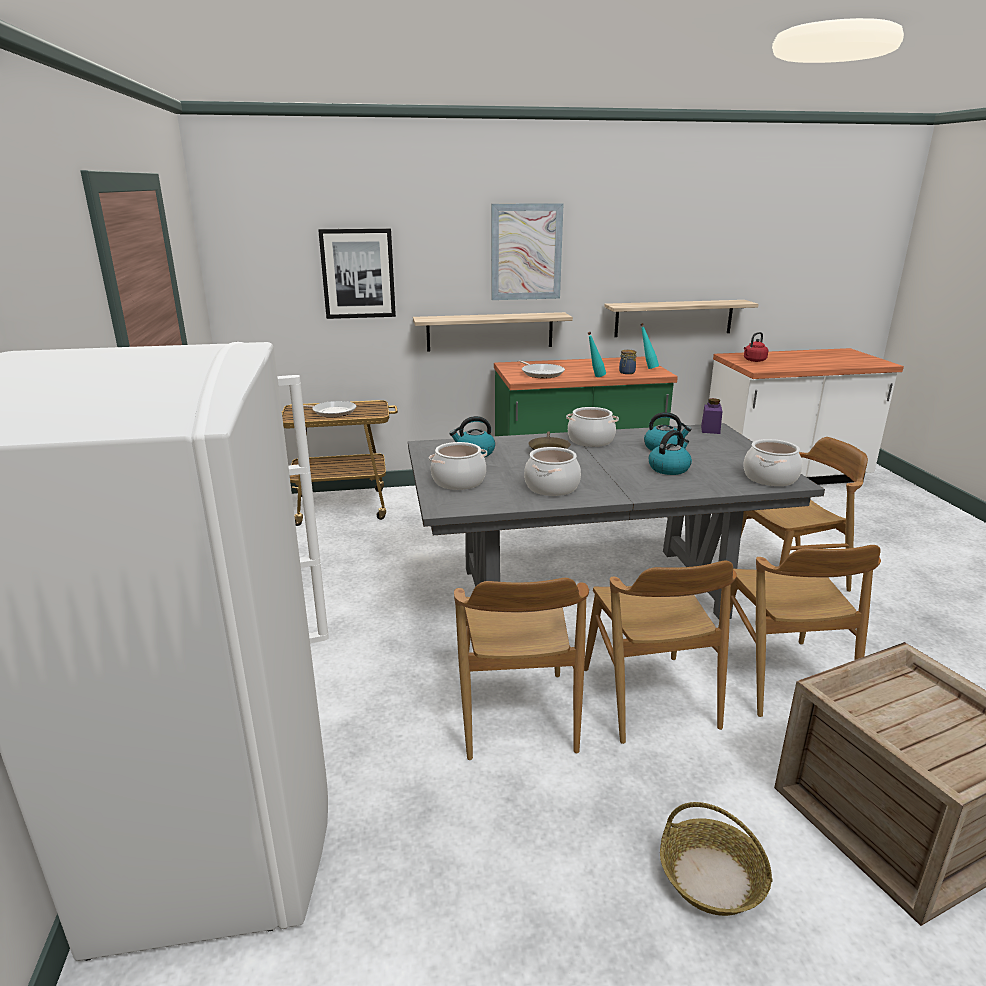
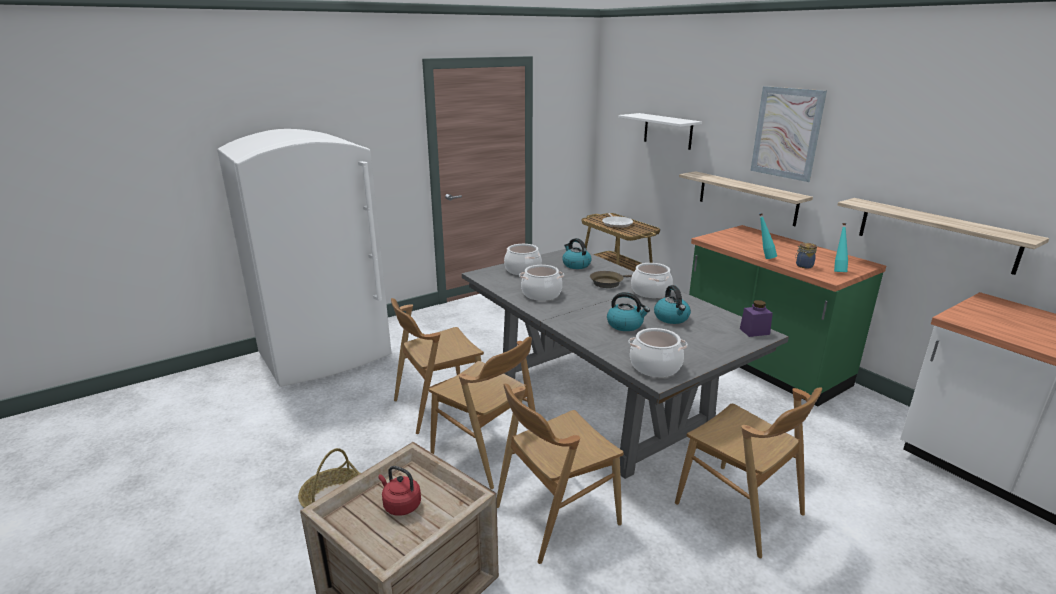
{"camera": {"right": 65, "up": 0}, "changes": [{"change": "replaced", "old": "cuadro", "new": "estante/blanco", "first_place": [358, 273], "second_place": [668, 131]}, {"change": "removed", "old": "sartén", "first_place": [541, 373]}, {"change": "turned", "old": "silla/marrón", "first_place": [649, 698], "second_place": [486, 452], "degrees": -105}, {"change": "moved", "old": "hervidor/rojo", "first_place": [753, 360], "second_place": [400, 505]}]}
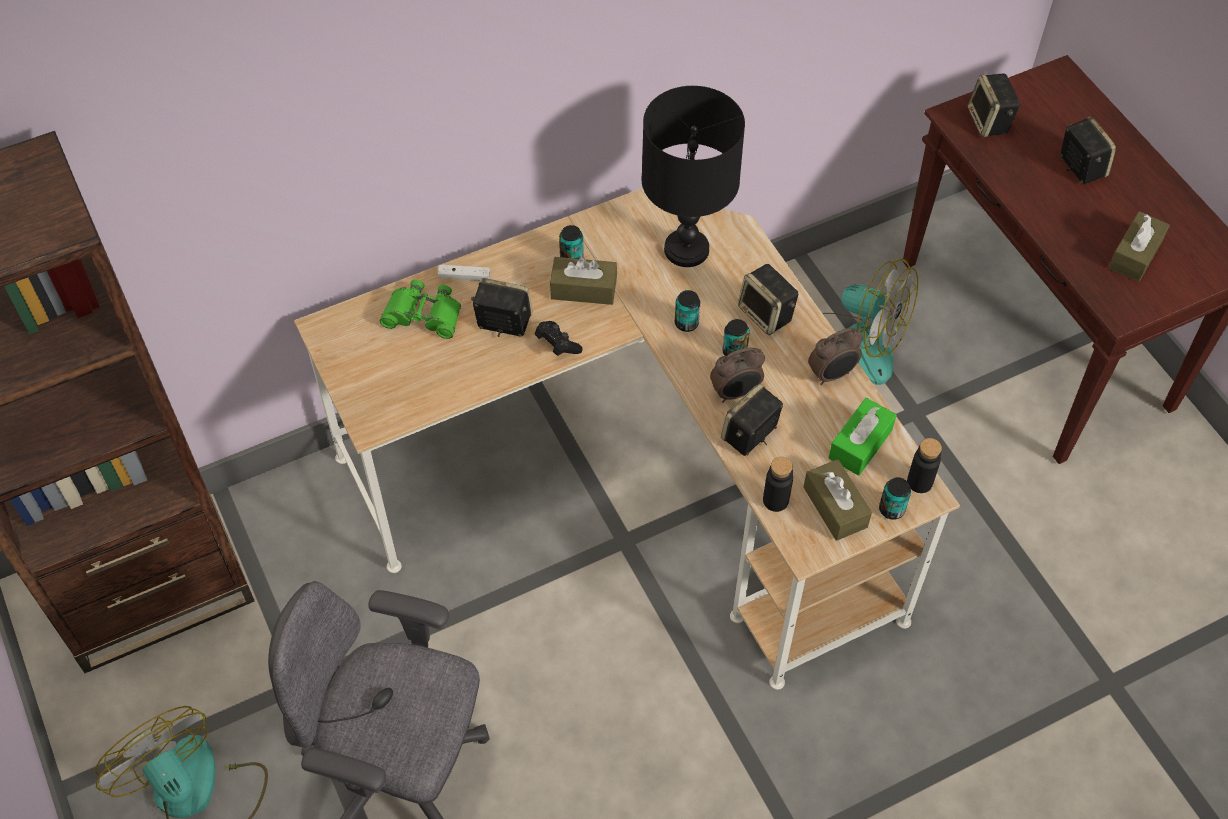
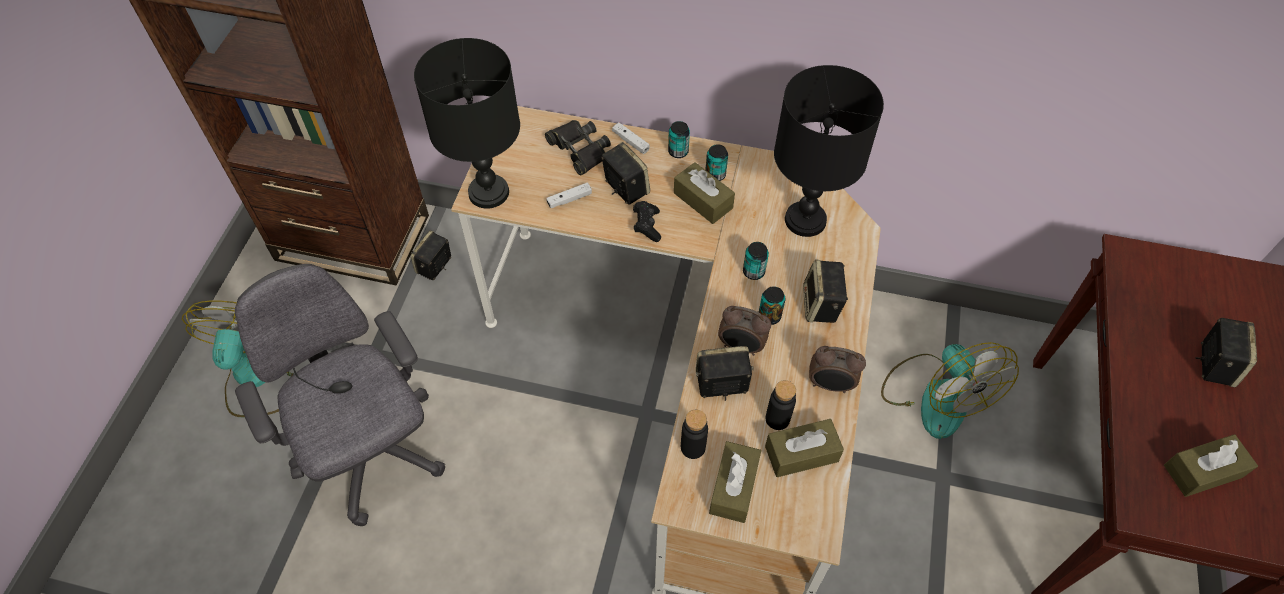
{"camera": {"right": 40, "up": 0}, "changes": [{"change": "recoloured", "old": "prismáticos/verde", "new": "prismáticos/negro", "first_place": [423, 315], "second_place": [579, 150]}, {"change": "recoloured", "old": "caja de pañuelos/verde", "new": "caja de pañuelos/marrón", "first_place": [860, 444], "second_place": [801, 454]}, {"change": "moved", "old": "lata", "first_place": [891, 509], "second_place": [678, 151]}, {"change": "moved", "old": "botella/negro", "first_place": [919, 482], "second_place": [777, 419]}, {"change": "moved", "old": "altavoz", "first_place": [989, 122], "second_place": [434, 267]}, {"change": "added", "new": "lámpara de mesa/negro", "second_place": [488, 193]}, {"change": "added", "new": "mando de consola/blanco", "second_place": [569, 199]}]}
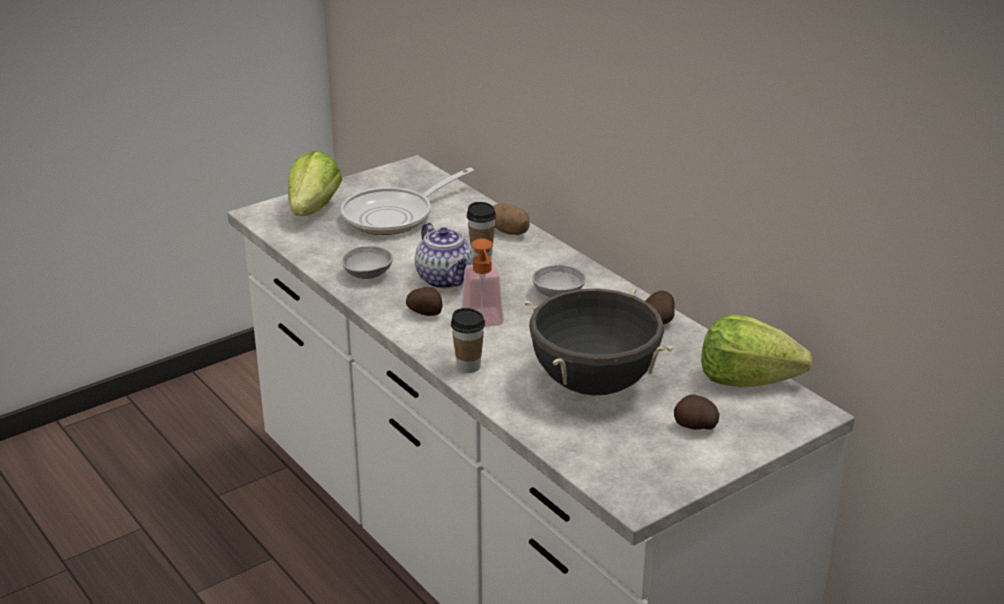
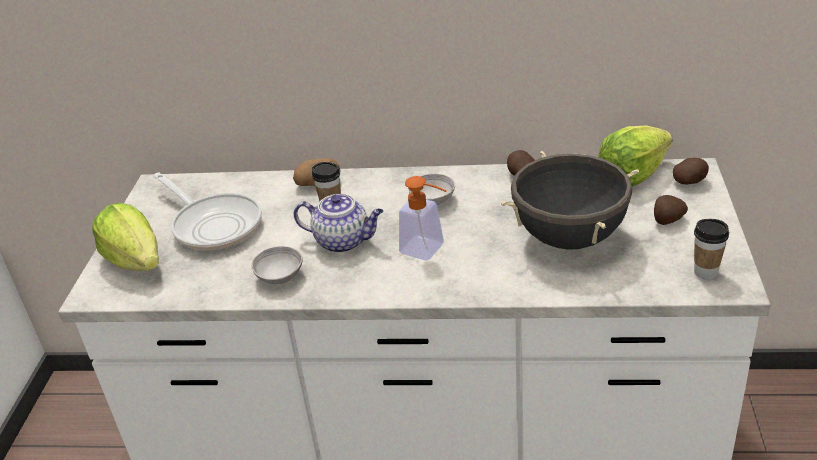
{"camera": {"right": -45, "up": 5}, "changes": [{"change": "turned", "old": "sartén", "first_place": [394, 216], "second_place": [214, 225], "degrees": -45}, {"change": "moved", "old": "patata", "first_place": [425, 313], "second_place": [689, 182]}, {"change": "moved", "old": "taza", "first_place": [468, 366], "second_place": [705, 272]}]}
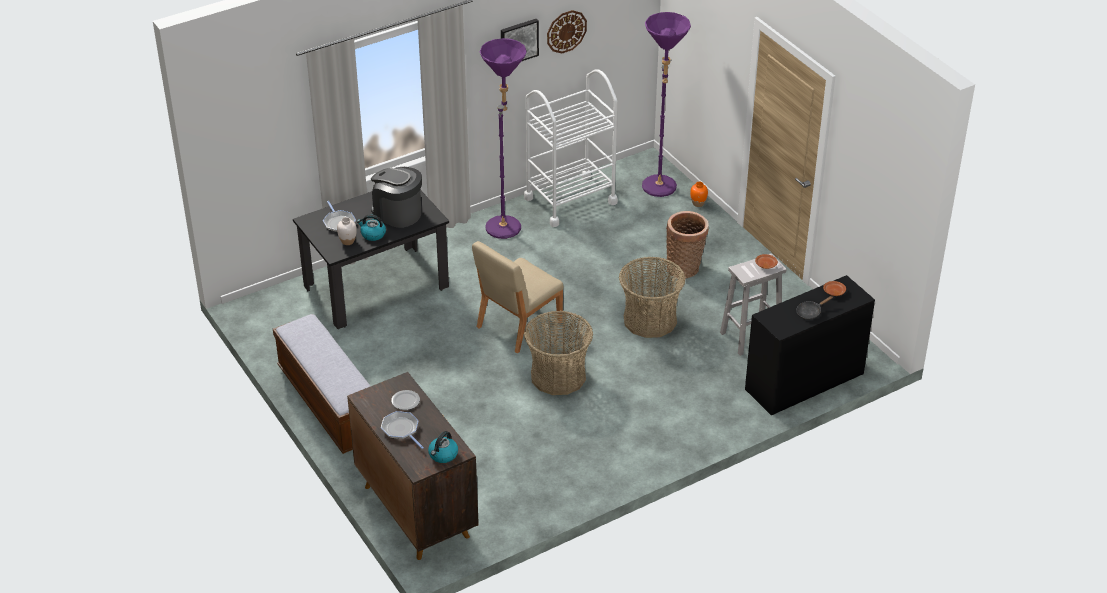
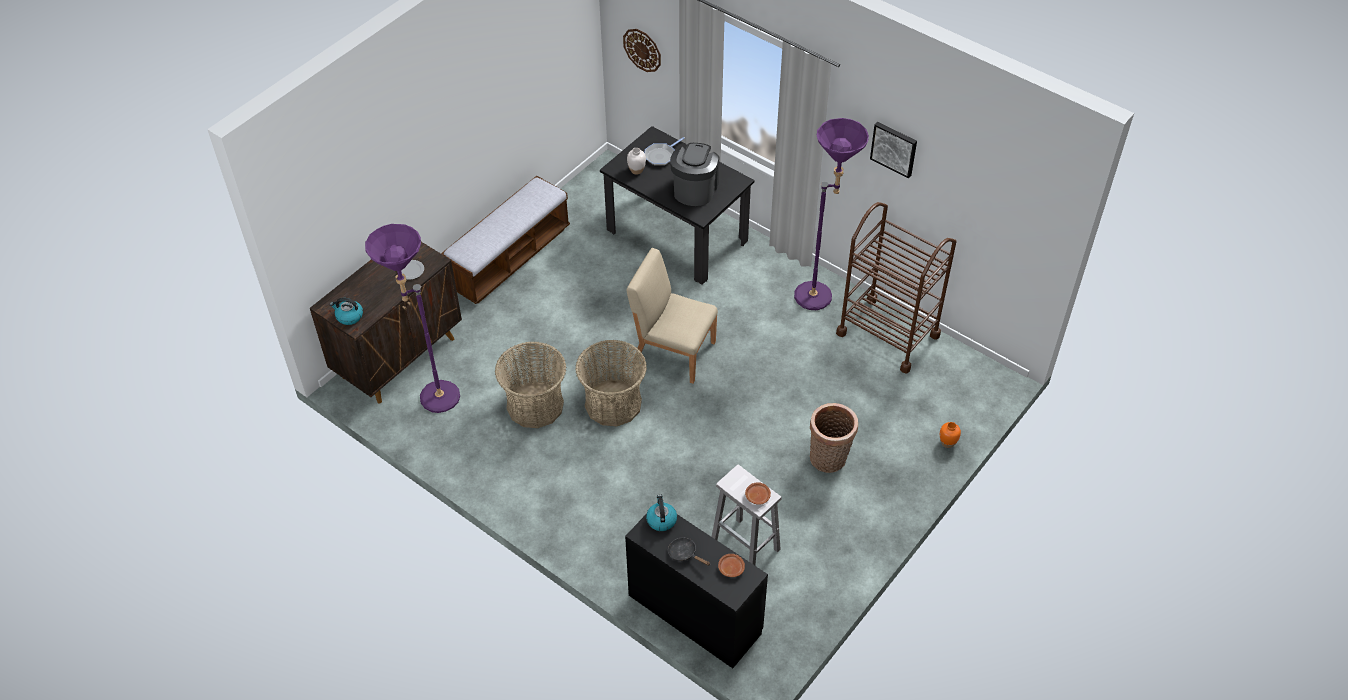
{"camera": {"right": 70, "up": 10}, "changes": [{"change": "moved", "old": "hervidor", "first_place": [372, 234], "second_place": [661, 520]}, {"change": "removed", "old": "sartén", "first_place": [401, 430]}, {"change": "recoloured", "old": "carrito/blanco", "new": "carrito/marrón", "first_place": [570, 200], "second_place": [888, 334]}, {"change": "moved", "old": "reloj de pared", "first_place": [566, 31], "second_place": [642, 50]}, {"change": "moved", "old": "cesta", "first_place": [650, 320], "second_place": [535, 405]}, {"change": "moved", "old": "lámpara de pie/morado", "first_place": [659, 191], "second_place": [431, 400]}]}
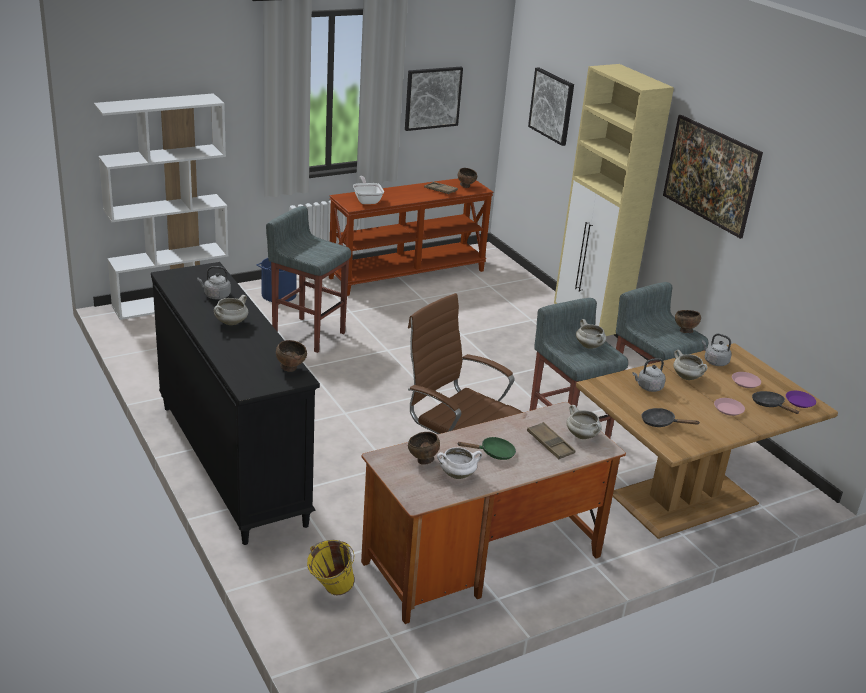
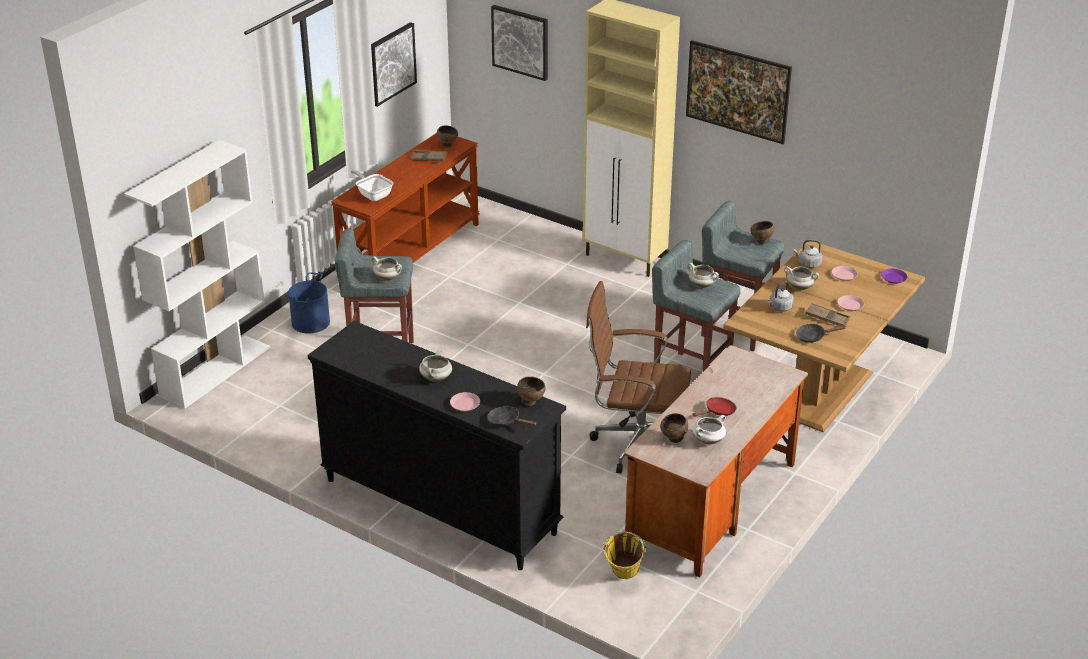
{"camera": {"right": -25, "up": 5}, "changes": [{"change": "removed", "old": "hervidor/gris", "first_place": [216, 296]}, {"change": "recoloured", "old": "sartén/verde", "new": "sartén/rojo", "first_place": [493, 453], "second_place": [717, 412]}, {"change": "moved", "old": "bandeja/marrón", "first_place": [550, 444], "second_place": [827, 318]}, {"change": "moved", "old": "olla/blanco", "first_place": [582, 436], "second_place": [388, 278]}, {"change": "moved", "old": "sartén/negro", "first_place": [770, 405], "second_place": [506, 421]}, {"change": "added", "new": "plato/rosa", "second_place": [465, 404]}]}
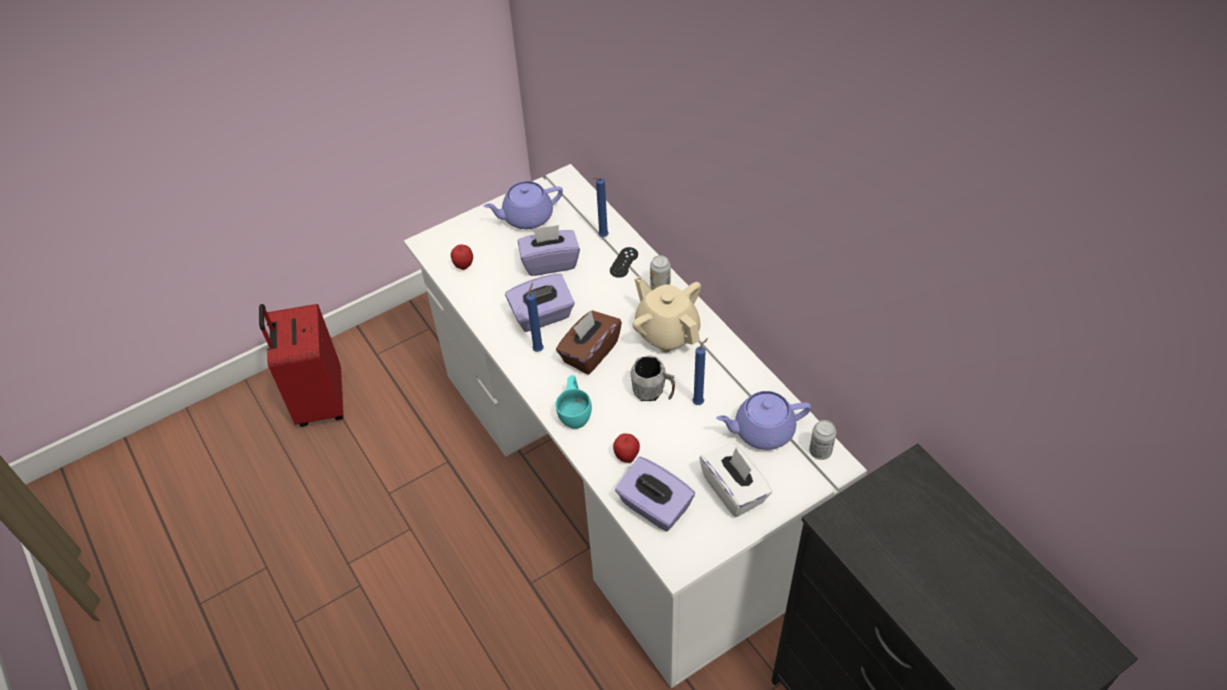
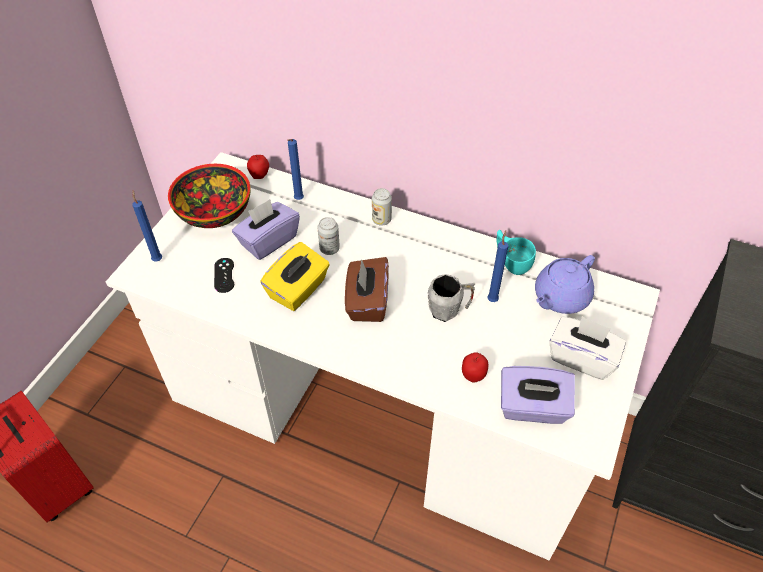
{"camera": {"right": -35, "up": 0}, "changes": [{"change": "moved", "old": "manzana", "first_place": [464, 266], "second_place": [260, 176]}, {"change": "replaced", "old": "tetera/morado", "new": "cuenco", "first_place": [526, 217], "second_place": [215, 211]}, {"change": "recoloured", "old": "caja de pañuelos/morado", "new": "caja de pañuelos/amarillo", "first_place": [542, 316], "second_place": [298, 290]}, {"change": "moved", "old": "vela/azul", "first_place": [539, 348], "second_place": [157, 259]}, {"change": "moved", "old": "taza/turquesa", "first_place": [575, 412], "second_place": [511, 261]}, {"change": "moved", "old": "mando de consola/negro", "first_place": [624, 262], "second_place": [224, 275]}, {"change": "removed", "old": "tetera/beis", "first_place": [667, 332]}, {"change": "moved", "old": "lata", "first_place": [820, 451], "second_place": [329, 249]}]}
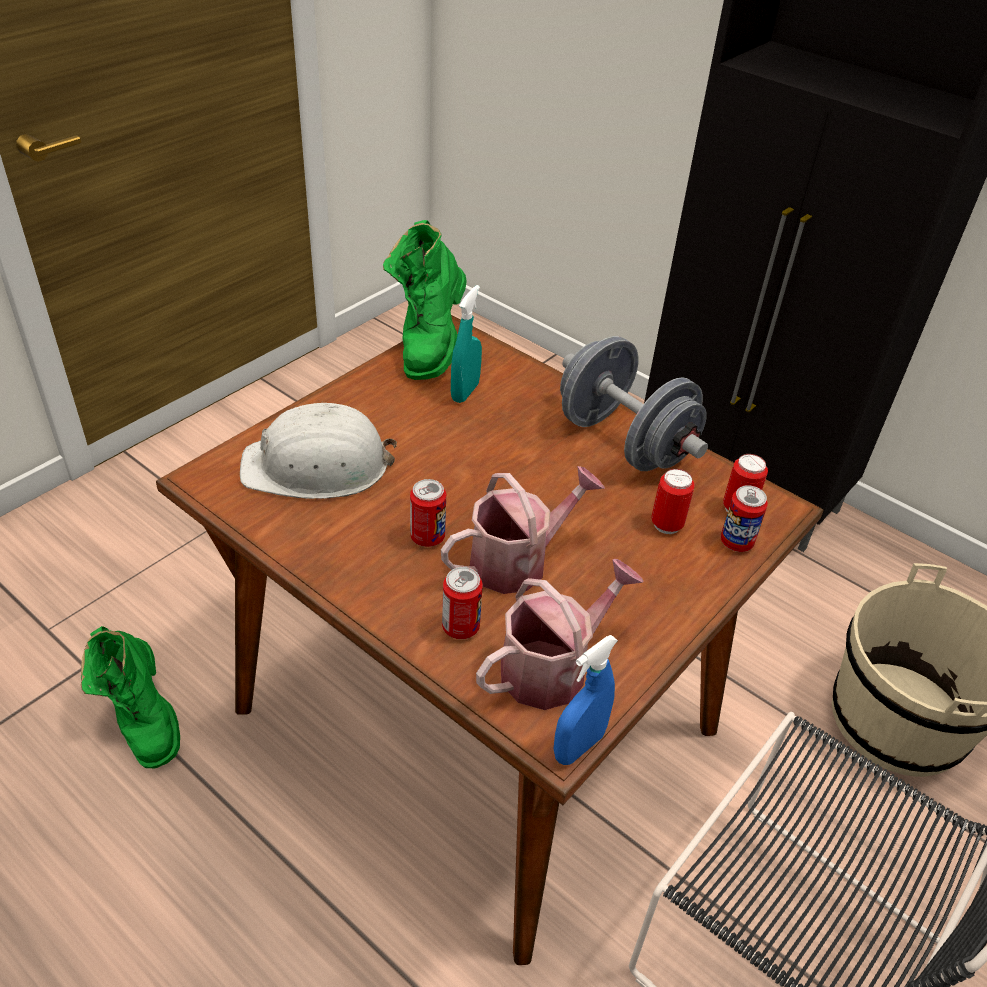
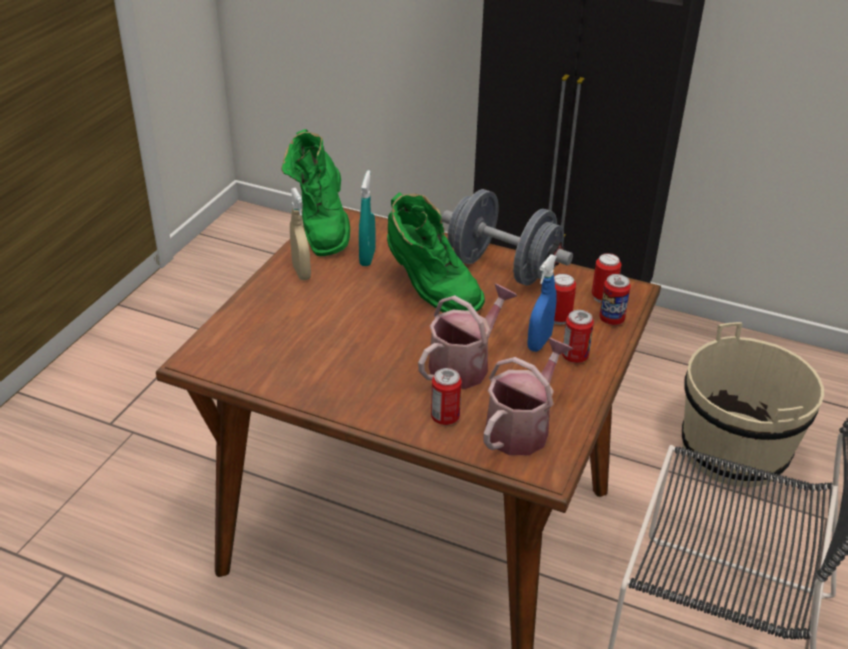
{"camera": {"right": -15, "up": -5}, "changes": [{"change": "moved", "old": "bota/verde", "first_place": [143, 719], "second_place": [430, 291]}, {"change": "removed", "old": "casco/blanco", "first_place": [317, 466]}, {"change": "moved", "old": "lata", "first_place": [427, 537], "second_place": [574, 356]}, {"change": "moved", "old": "pulverizador/azul", "first_place": [578, 746], "second_place": [539, 342]}, {"change": "added", "new": "pulverizador/beis", "second_place": [301, 272]}]}
